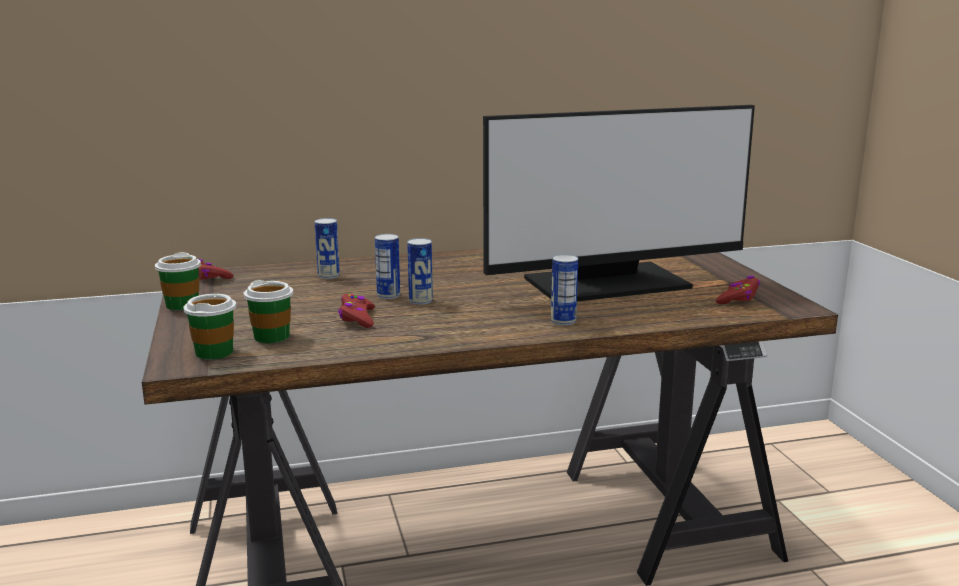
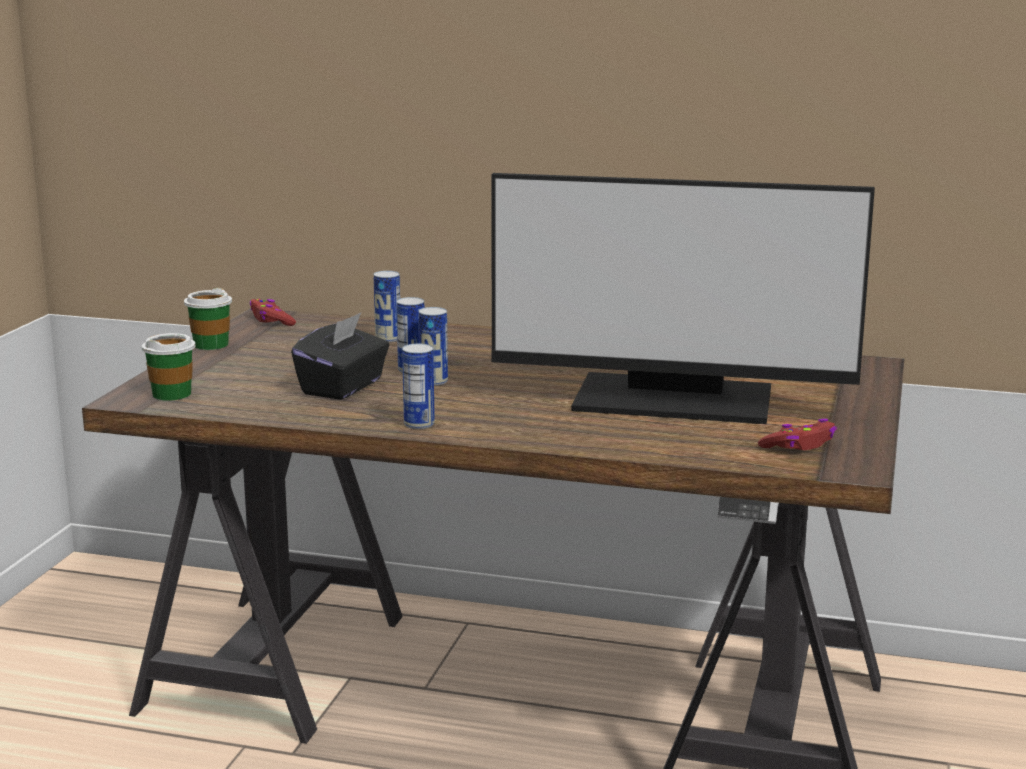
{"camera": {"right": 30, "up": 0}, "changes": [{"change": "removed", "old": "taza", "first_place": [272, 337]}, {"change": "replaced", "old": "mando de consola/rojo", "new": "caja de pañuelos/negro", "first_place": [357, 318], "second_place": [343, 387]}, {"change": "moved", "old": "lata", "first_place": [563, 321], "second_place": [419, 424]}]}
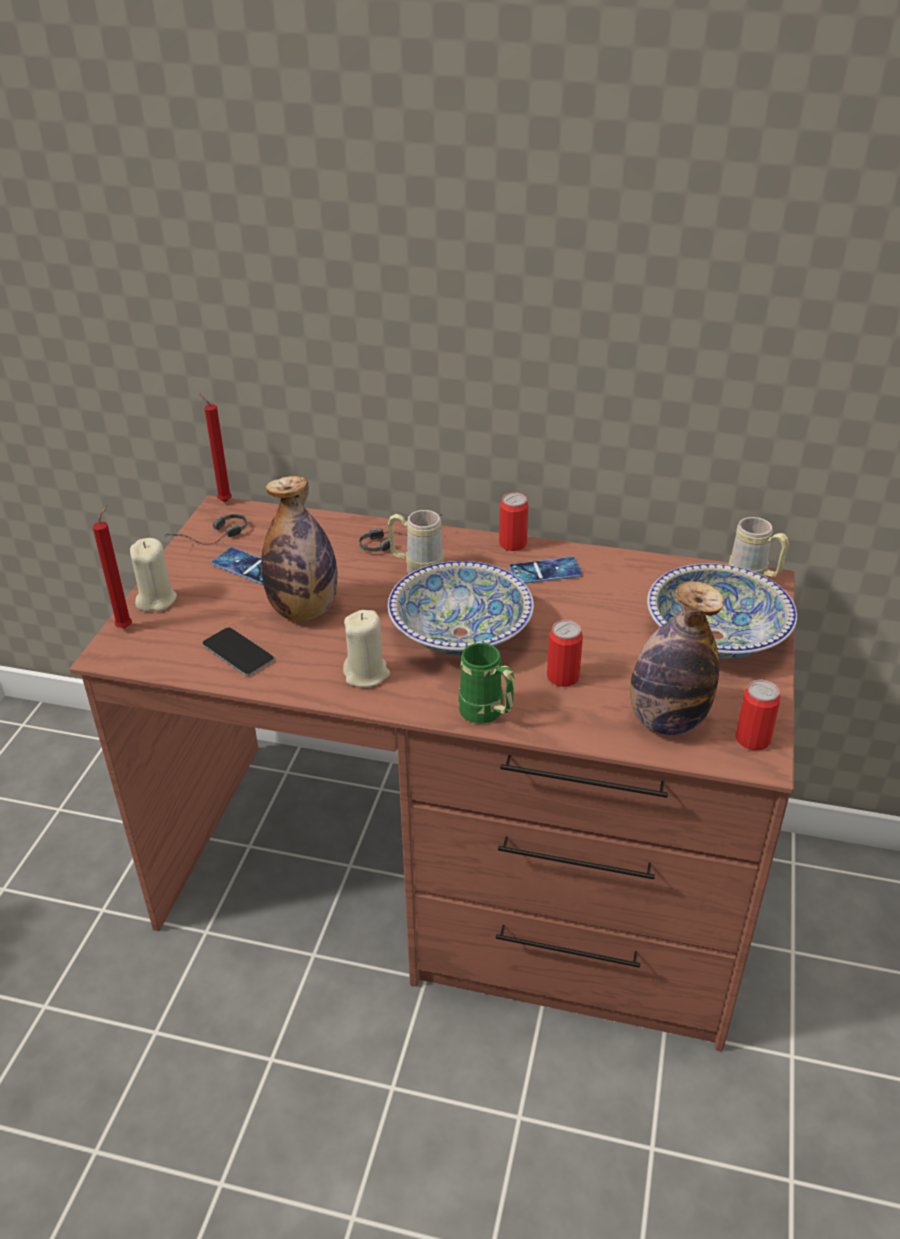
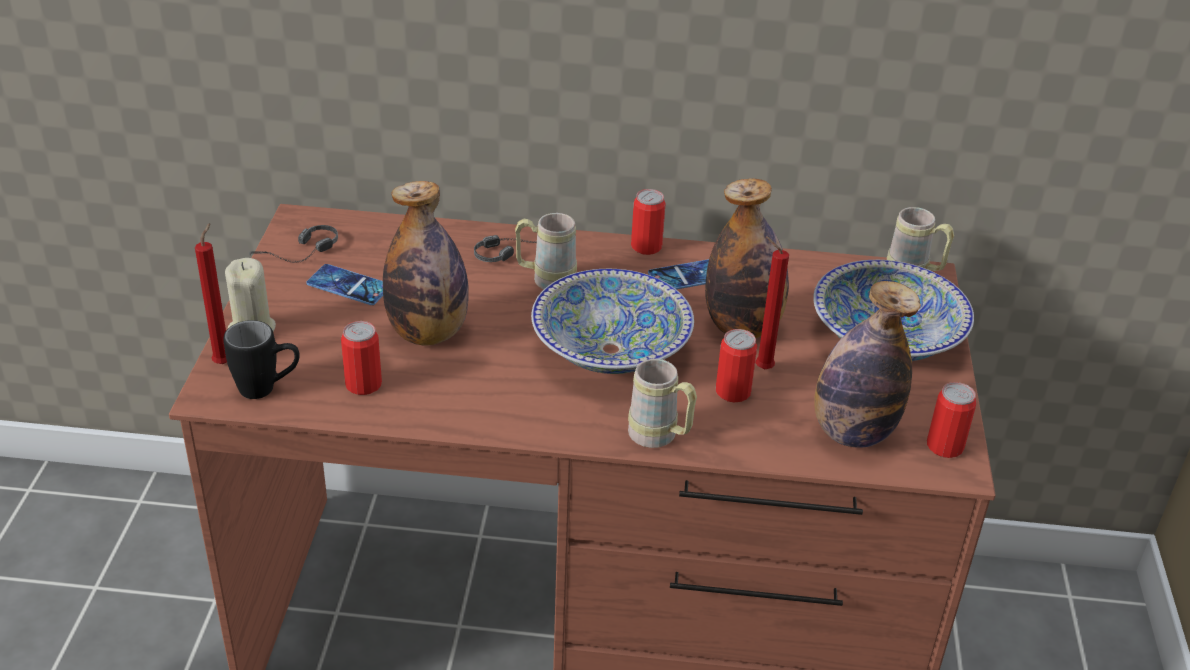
{"camera": {"right": -10, "up": 0}, "changes": [{"change": "moved", "old": "vela/rojo", "first_place": [223, 501], "second_place": [761, 368]}, {"change": "replaced", "old": "móvil", "new": "lata", "first_place": [238, 652], "second_place": [363, 384]}, {"change": "removed", "old": "vela/beis", "first_place": [366, 674]}, {"change": "recoloured", "old": "taza grande/verde", "new": "taza grande/beis", "first_place": [487, 715], "second_place": [660, 438]}, {"change": "added", "new": "taza grande/negro", "second_place": [268, 389]}, {"change": "added", "new": "botella", "second_place": [742, 327]}]}
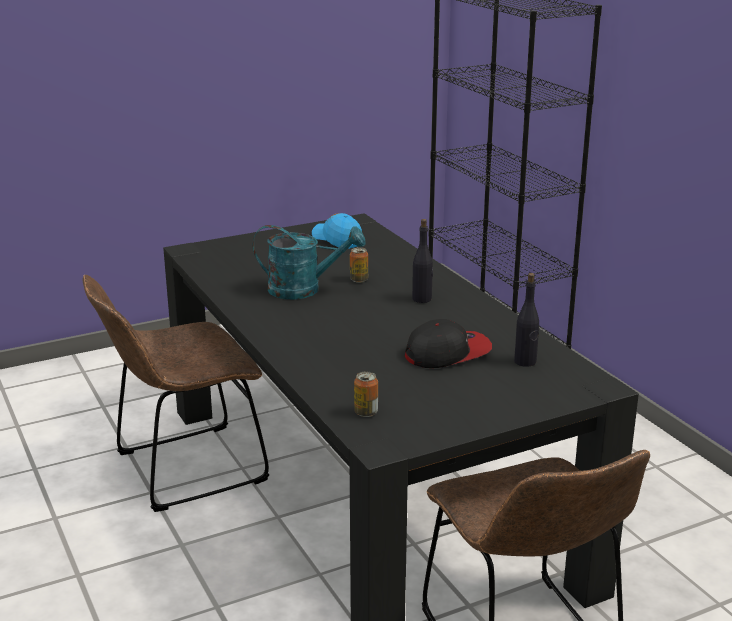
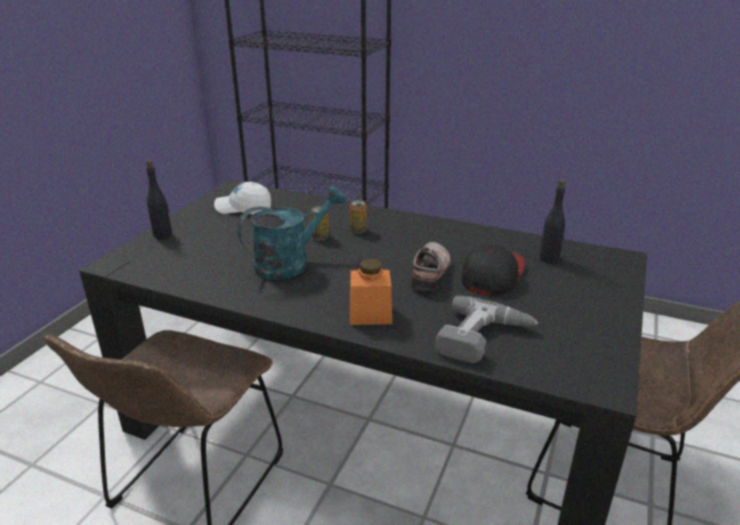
{"camera": {"right": -40, "up": 5}, "changes": [{"change": "recoloured", "old": "gorra/azul", "new": "gorra/blanco", "first_place": [337, 239], "second_place": [244, 208]}, {"change": "moved", "old": "lata", "first_place": [366, 412], "second_place": [358, 230]}, {"change": "moved", "old": "botella/negro", "first_place": [422, 299], "second_place": [163, 235]}, {"change": "added", "new": "tarro/naranja", "second_place": [370, 315]}, {"change": "added", "new": "zapato", "second_place": [432, 273]}, {"change": "added", "new": "taladro", "second_place": [484, 339]}]}
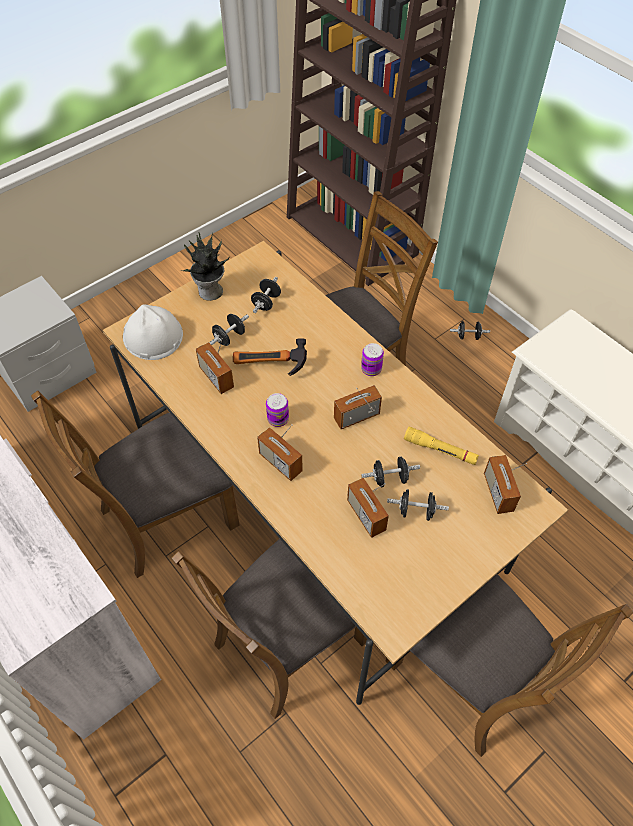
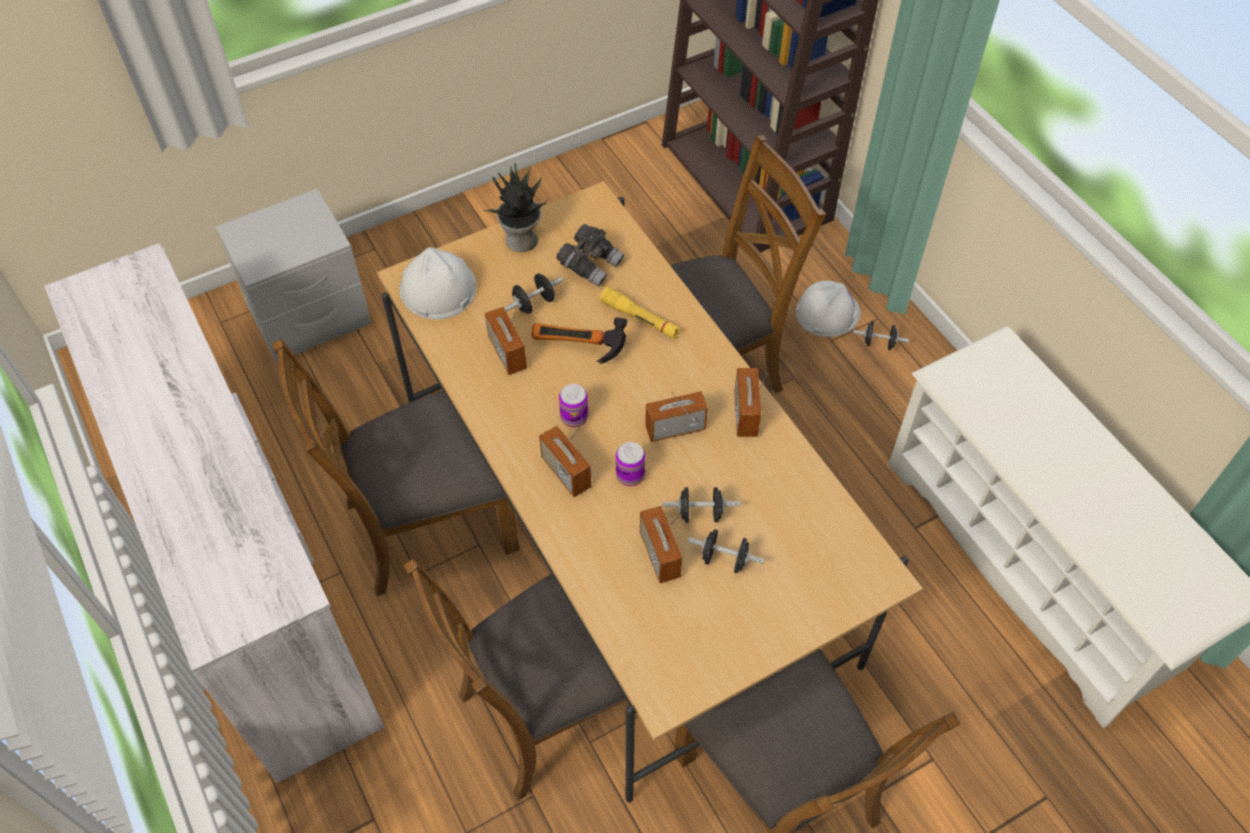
{"camera": {"right": 10, "up": 0}, "changes": [{"change": "replaced", "old": "mancuerna/negro", "new": "prismáticos/gris", "first_place": [266, 302], "second_place": [590, 264]}, {"change": "moved", "old": "lata", "first_place": [371, 369], "second_place": [630, 475]}, {"change": "moved", "old": "linterna/amarillo", "first_place": [440, 450], "second_place": [640, 319]}, {"change": "moved", "old": "radio", "first_place": [498, 492], "second_place": [745, 414]}, {"change": "added", "new": "casco/blanco", "second_place": [827, 312]}]}
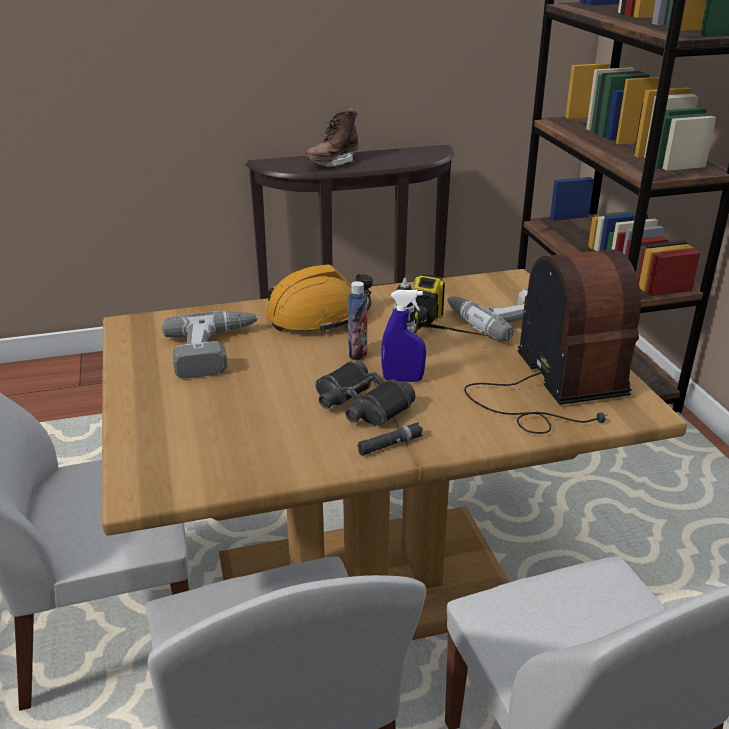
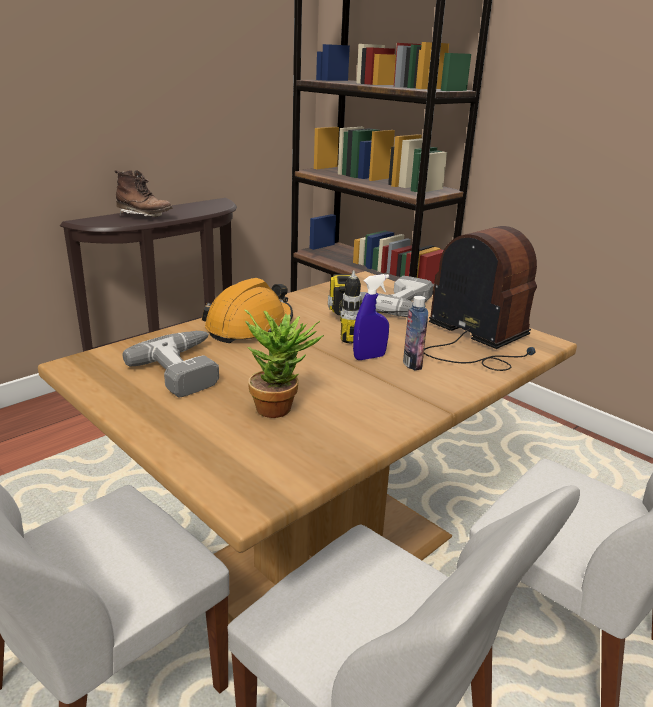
{"camera": {"right": -30, "up": -5}, "changes": [{"change": "turned", "old": "bota/marrón", "first_place": [332, 163], "second_place": [144, 216], "degrees": -75}, {"change": "removed", "old": "prismáticos/negro", "first_place": [361, 405]}, {"change": "moved", "old": "botella", "first_place": [357, 353], "second_place": [412, 364]}, {"change": "removed", "old": "linterna/negro", "first_place": [390, 444]}, {"change": "added", "new": "planta en maceta", "second_place": [280, 407]}]}
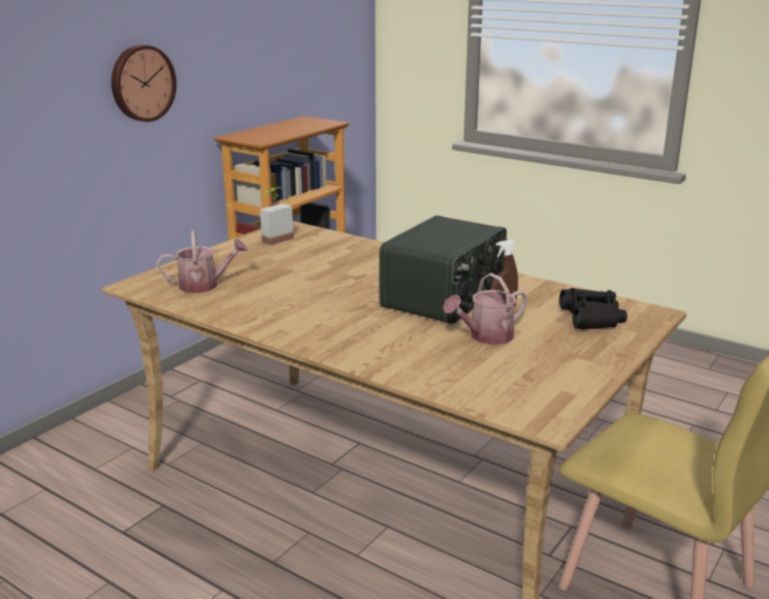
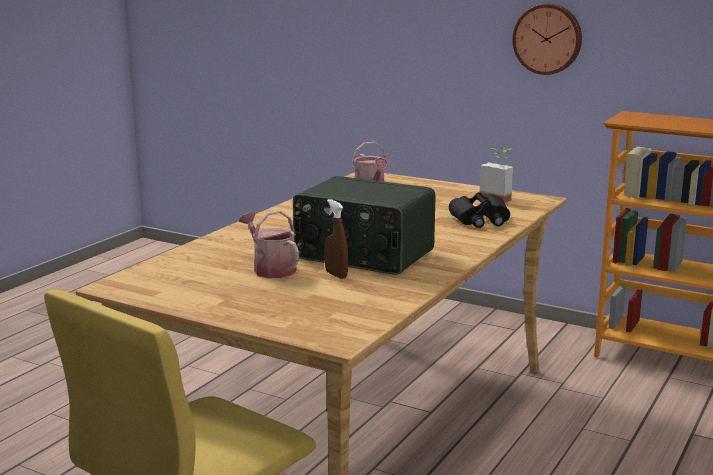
{"camera": {"right": 85, "up": -5}, "changes": [{"change": "moved", "old": "prismáticos/negro", "first_place": [591, 318], "second_place": [481, 220]}]}
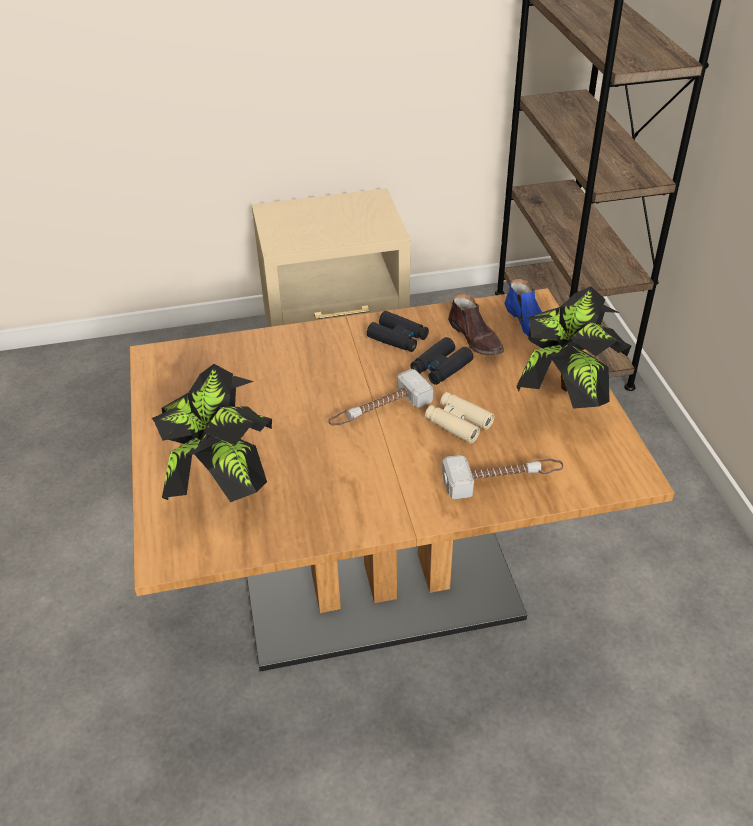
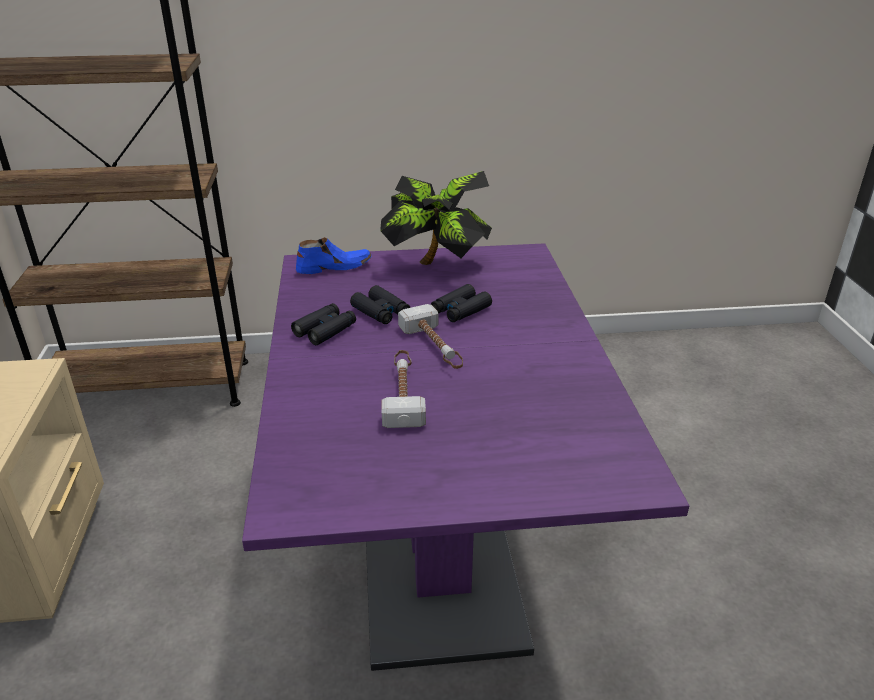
{"camera": {"right": -85, "up": -10}, "changes": [{"change": "recoloured", "old": "mesa de comedor/marrón", "new": "mesa de comedor/morado", "first_place": [380, 586], "second_place": [436, 549]}, {"change": "removed", "old": "planta en maceta", "first_place": [220, 485]}, {"change": "recoloured", "old": "prismáticos/beis", "new": "prismáticos/negro", "first_place": [458, 422], "second_place": [460, 310]}, {"change": "moved", "old": "martillo", "first_place": [502, 478], "second_place": [403, 393]}, {"change": "removed", "old": "zapato/marrón", "first_place": [476, 338]}]}
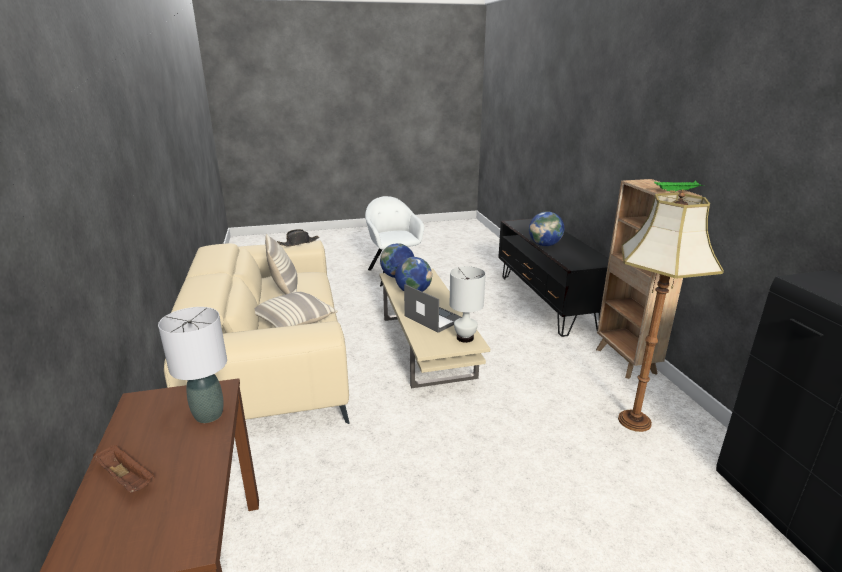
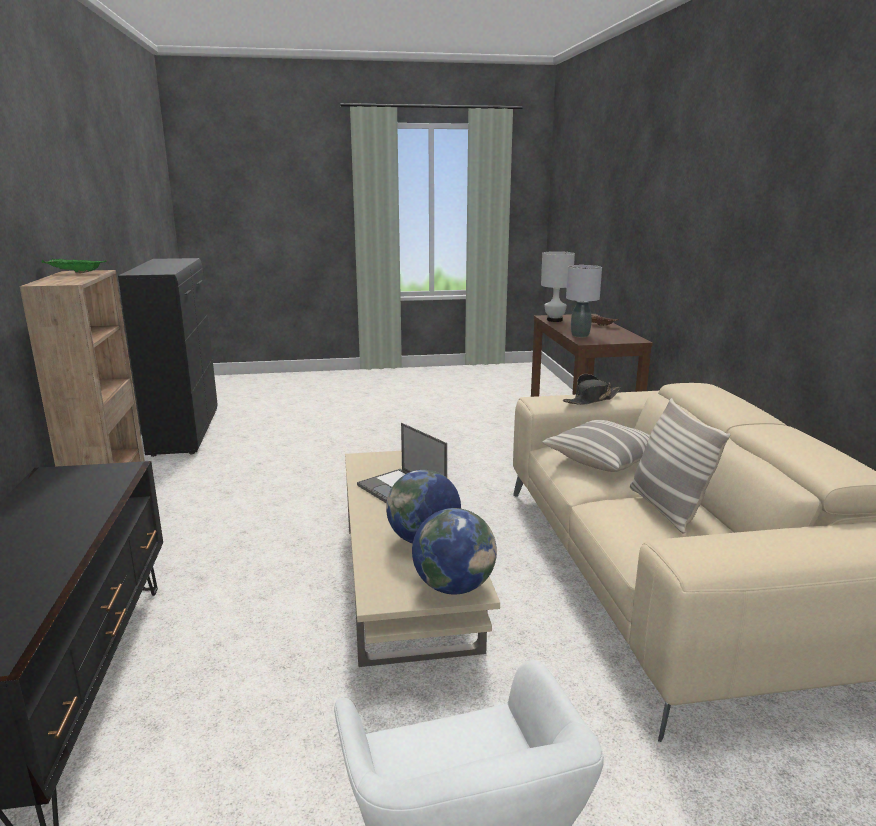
{"camera": {"right": -175, "up": -5}, "changes": [{"change": "moved", "old": "sombrero/negro", "first_place": [298, 243], "second_place": [591, 399]}, {"change": "moved", "old": "lámpara de mesa/blanco", "first_place": [465, 338], "second_place": [554, 320]}, {"change": "removed", "old": "globo terráqueo", "first_place": [544, 245]}, {"change": "removed", "old": "lámpara de pie", "first_place": [636, 421]}]}
